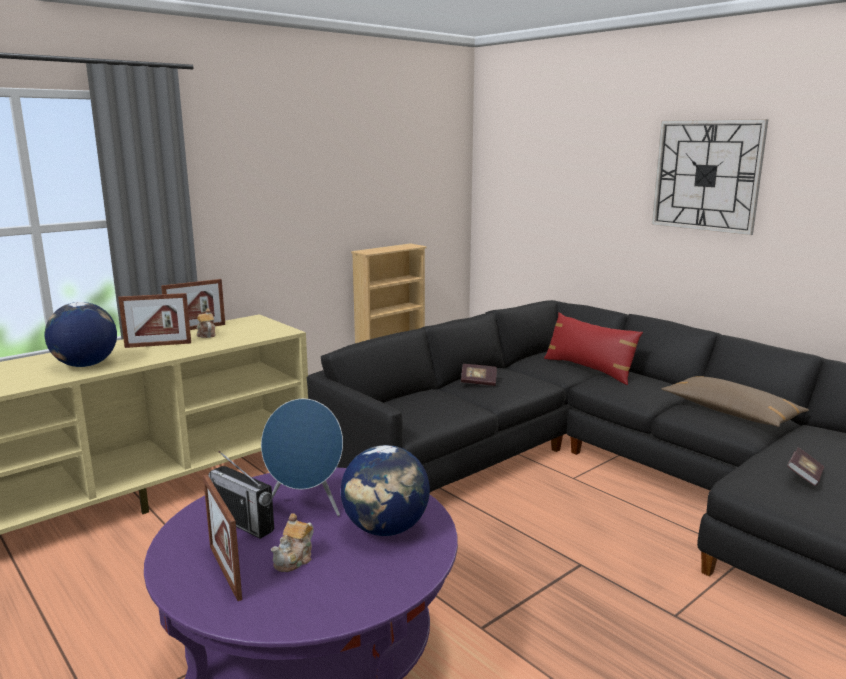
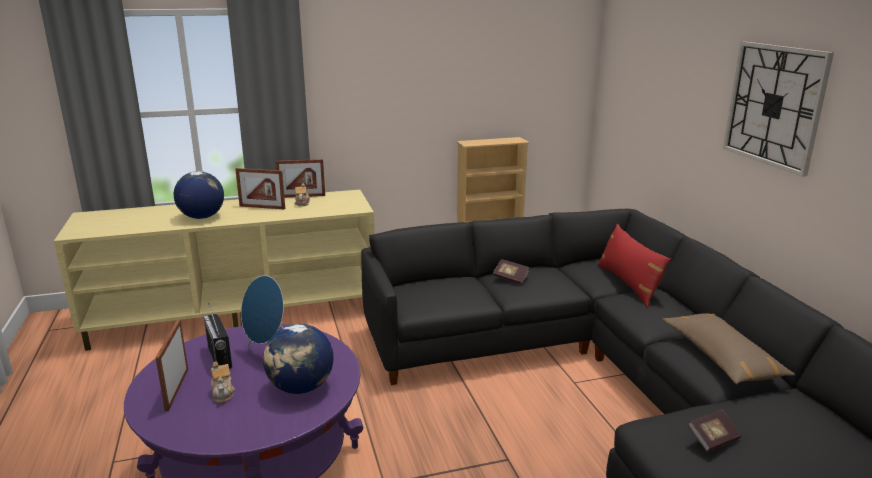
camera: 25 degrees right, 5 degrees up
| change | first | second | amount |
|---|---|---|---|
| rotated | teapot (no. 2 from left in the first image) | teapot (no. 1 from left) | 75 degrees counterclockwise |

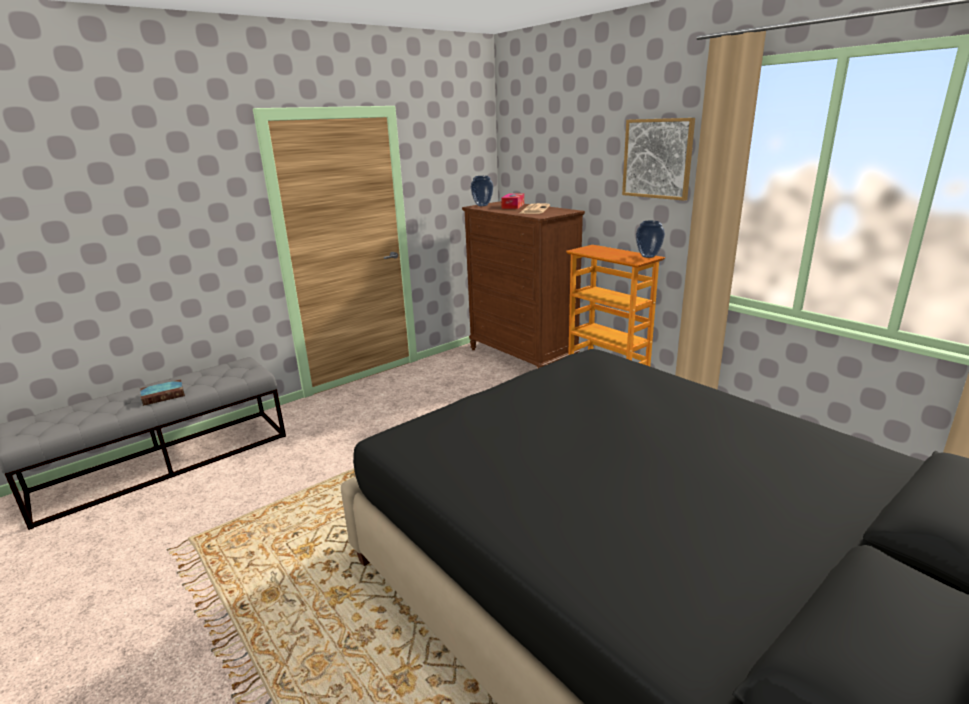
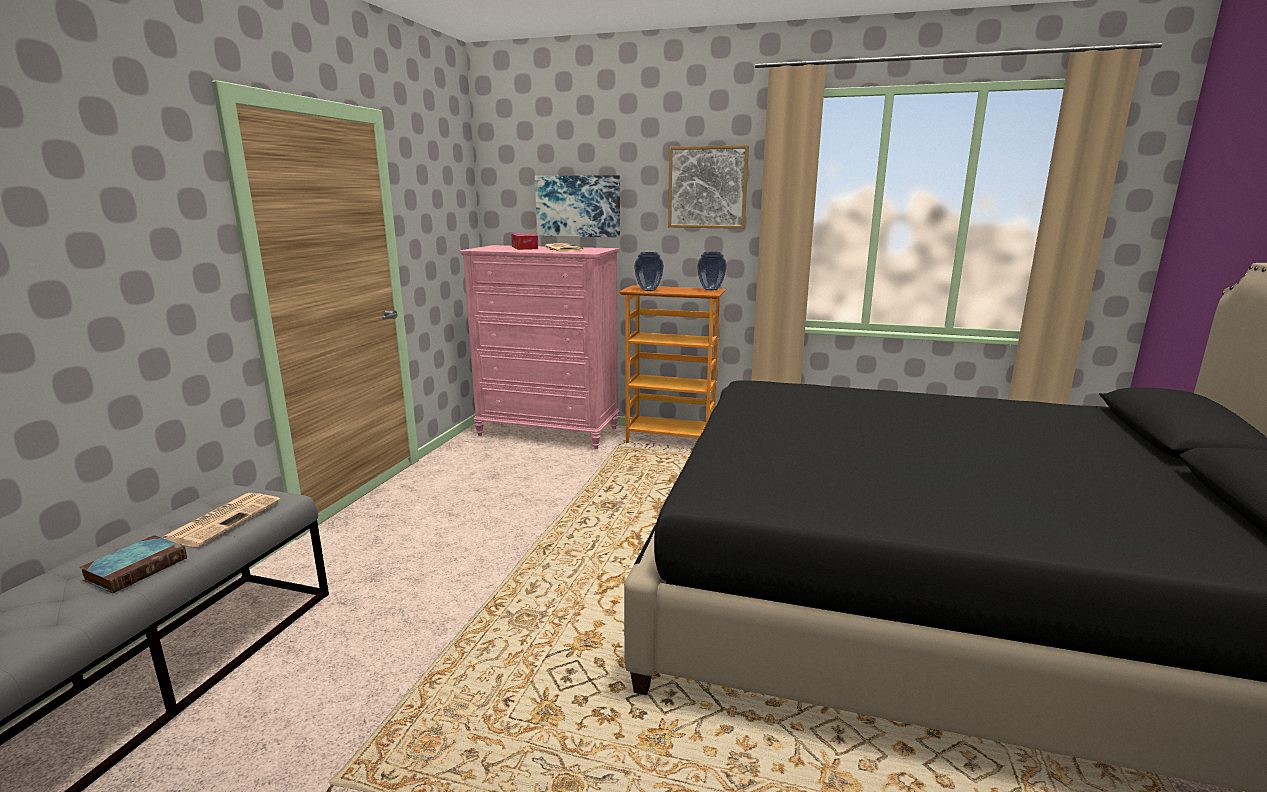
camera: 35 degrees left, 5 degrees down
| change | first | second | amount |
|---|---|---|---|
| new |  | newspaper (no. 1 from left) |  |
| new |  | picture (no. 1 from left) |  |
| shifted | vase (no. 1 from left) |  |  |
| repainted | brown dresser | pink dresser |  |

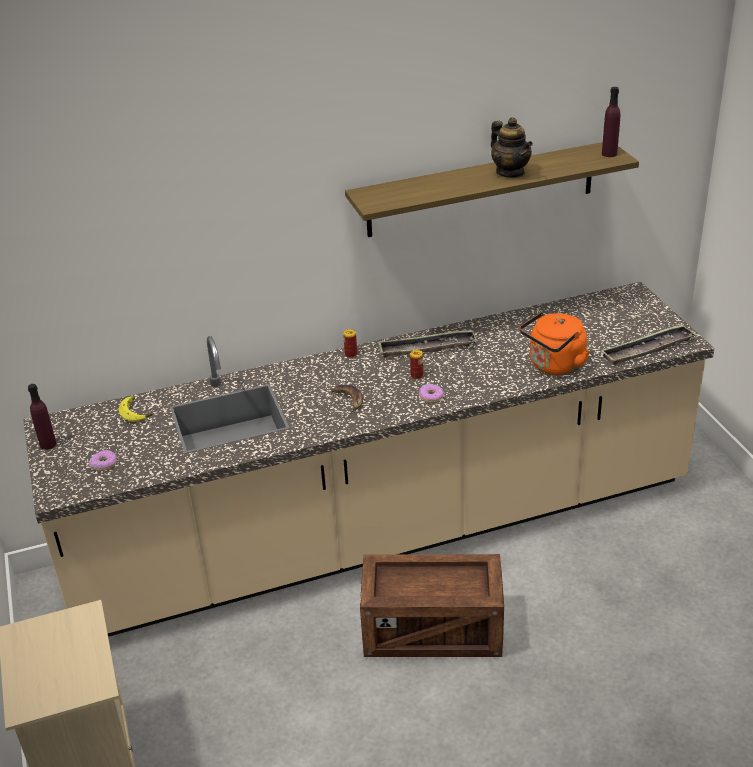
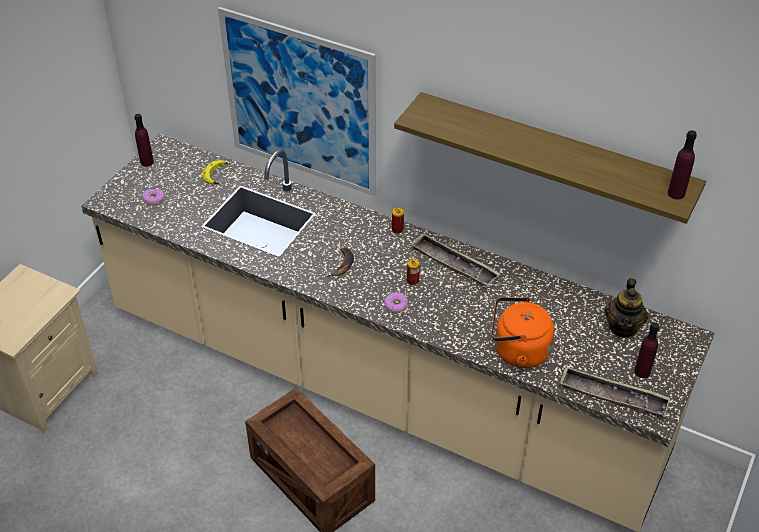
camera: 45 degrees right, 10 degrees up
| change | first | second | amount |
|---|---|---|---|
| new |  | picture |  |
| new |  | purple bottle (no. 2 from left) |  |
| shifted | teapot |  |  |

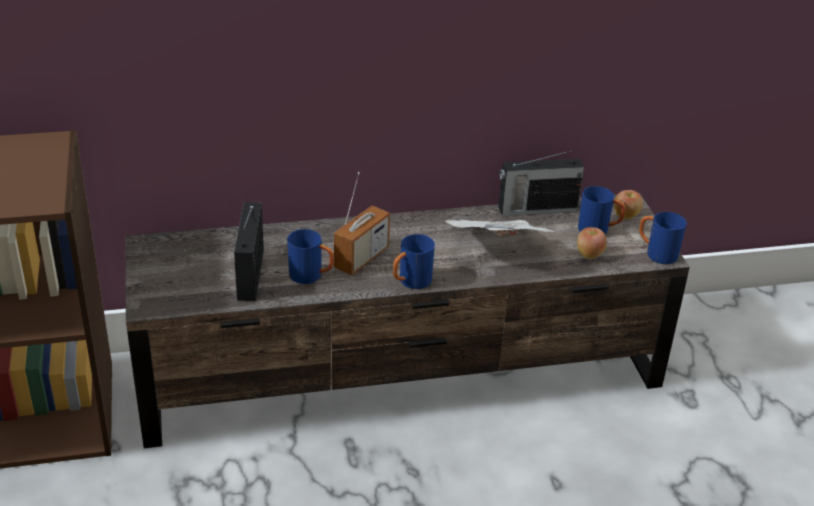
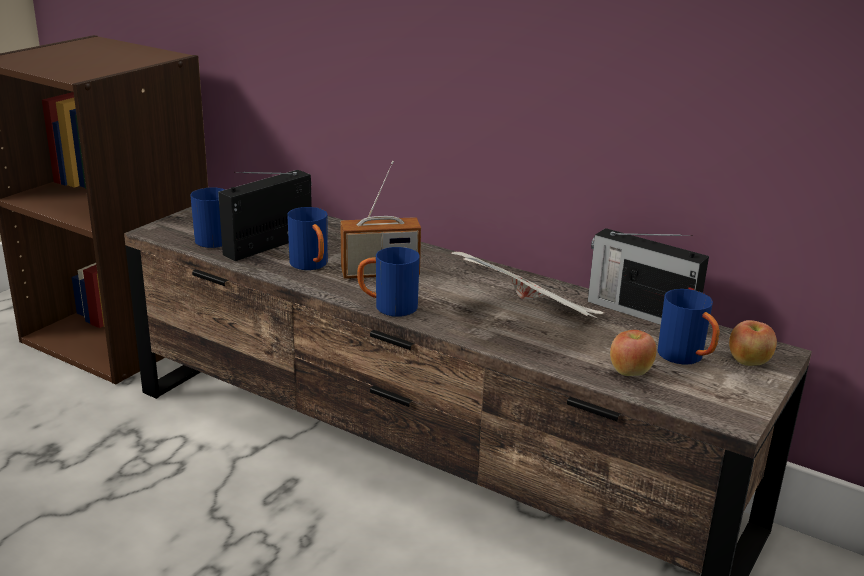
camera: 45 degrees right, 10 degrees down
| change | first | second | amount |
|---|---|---|---|
| shifted | blue mug (no. 4 from left in the first image) | blue mug (no. 1 from left) |  |

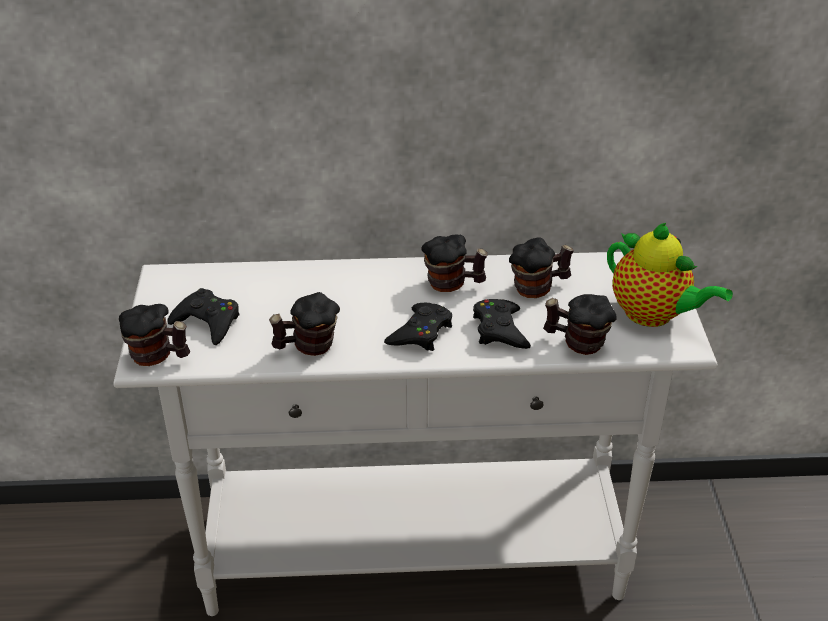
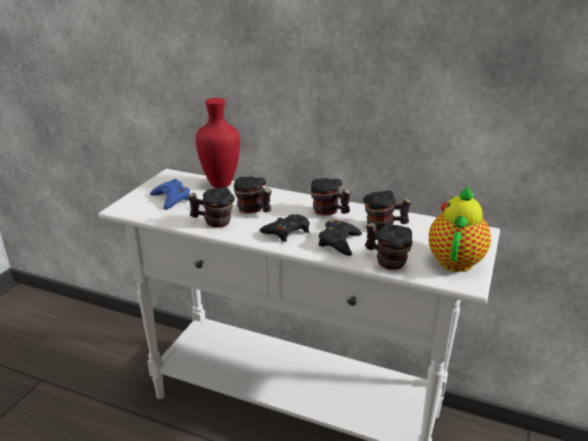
camera: 25 degrees right, 10 degrees down
| change | first | second | amount |
|---|---|---|---|
| new |  | red vase |  |
| shifted | mug (no. 1 from left in the first image) | mug (no. 2 from left) |  |
| repainted | black game controller (no. 1 from left) | blue game controller |  |
| rotated | teapot |  | 135 degrees counterclockwise |

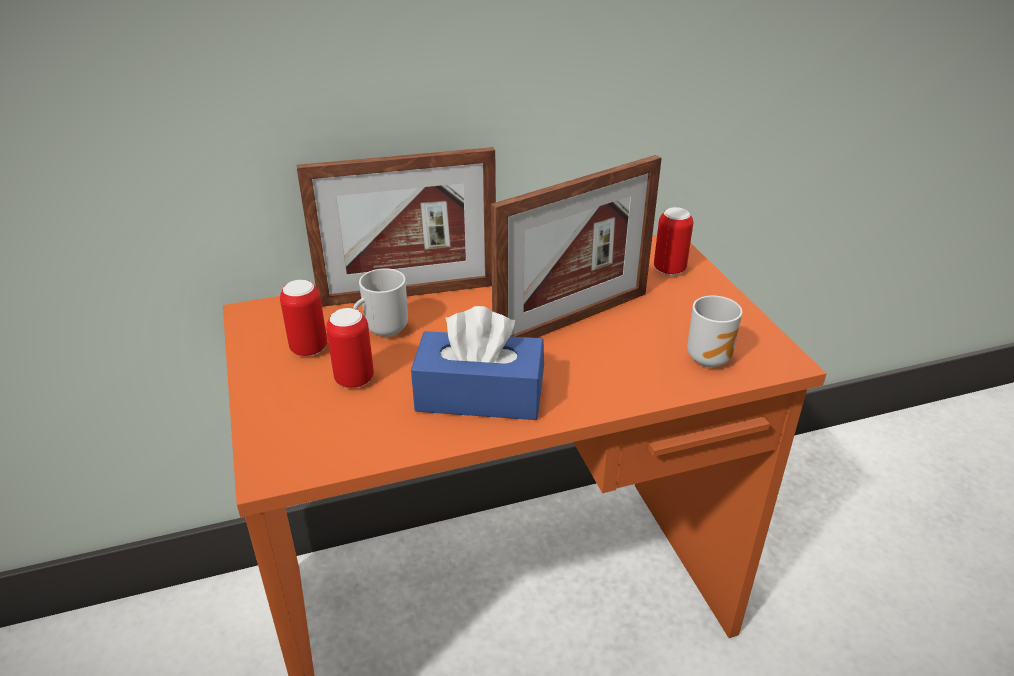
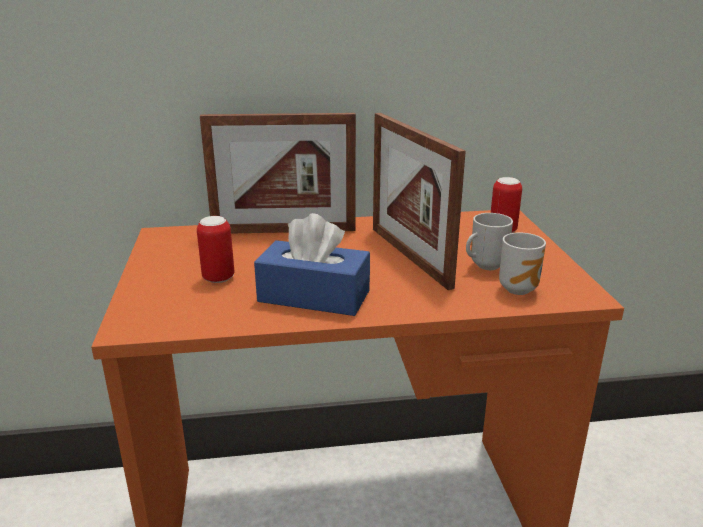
camera: 10 degrees right, 10 degrees down
| change | first | second | amount |
|---|---|---|---|
| gone | can (no. 1 from left) |  |  |
| shifted | mug (no. 1 from left) |  |  |
| rotated | picture frame (no. 2 from left) |  | 90 degrees clockwise |

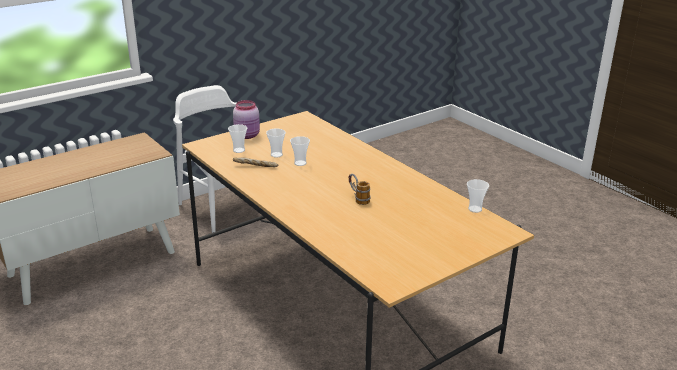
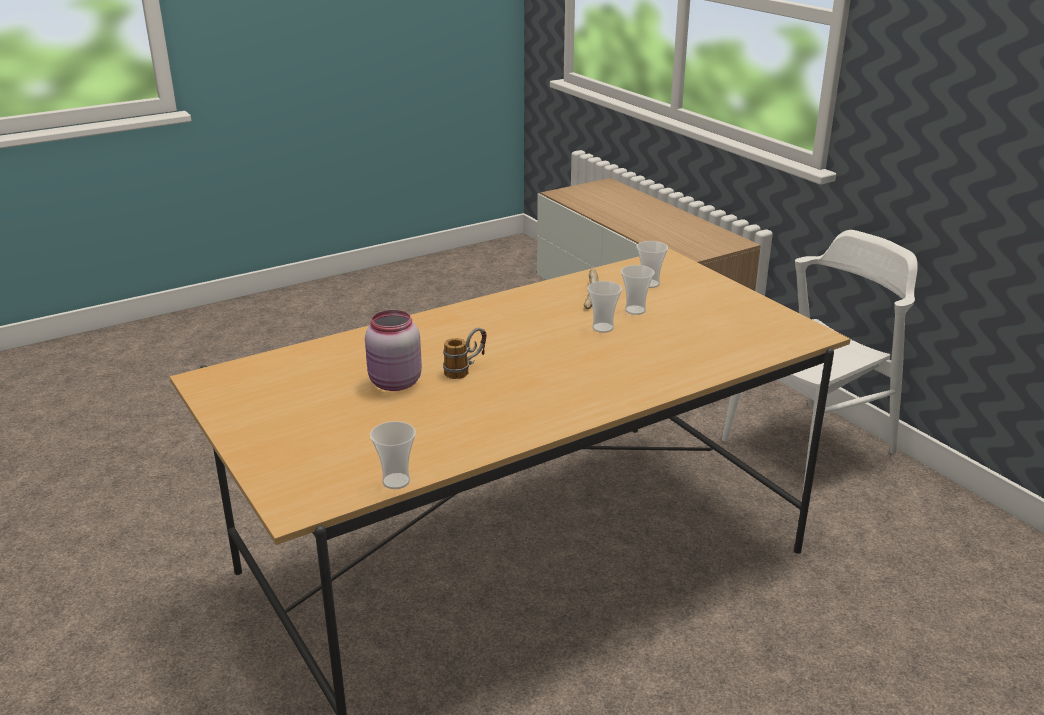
camera: 95 degrees right, 0 degrees up
| change | first | second | amount |
|---|---|---|---|
| shifted | pink jar |  |  |

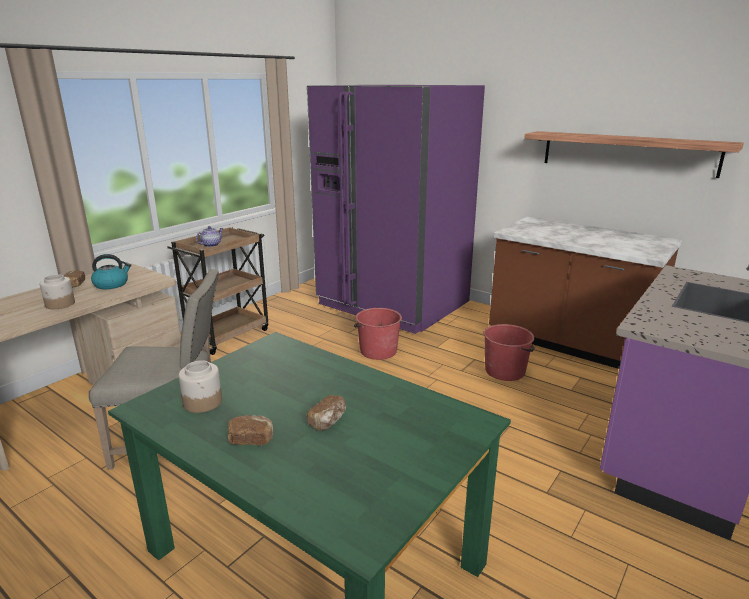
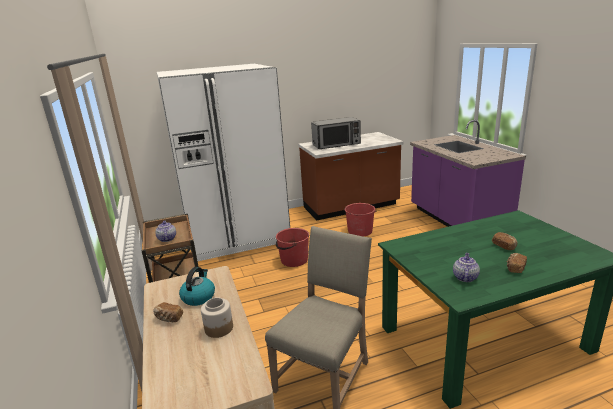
camera: 55 degrees left, 0 degrees up
| change | first | second | amount |
|---|---|---|---|
| gone | shelf |  |  |
| new |  | microwave |  |
| swapped | jar (no. 2 from left) | teapot (no. 2 from left) |  |
| repainted | purple fridge | white fridge |  |

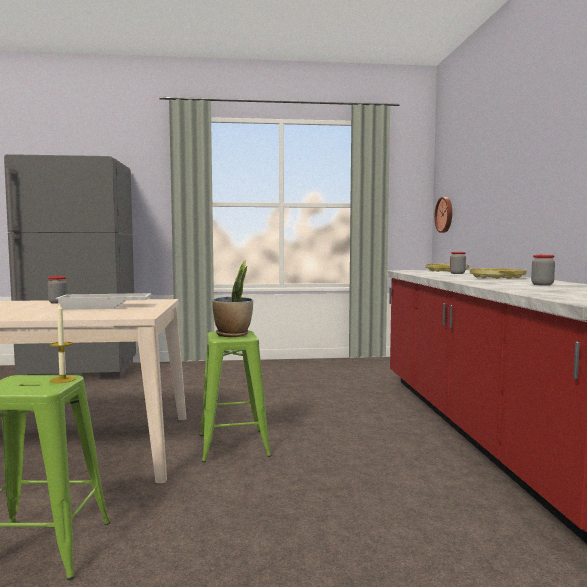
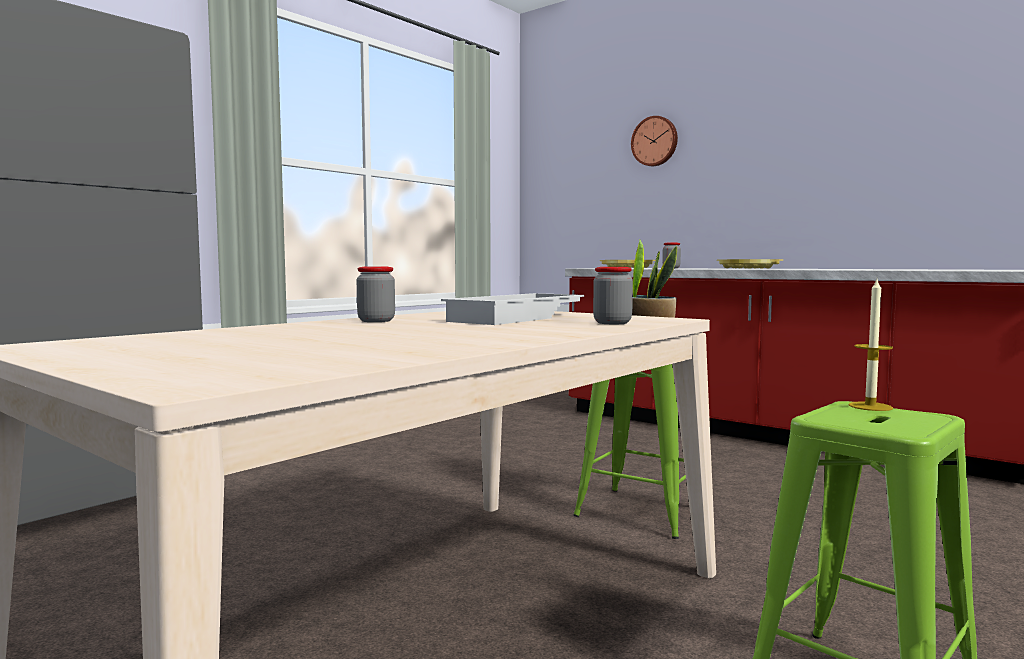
camera: 45 degrees left, 0 degrees up
| change | first | second | amount |
|---|---|---|---|
| shifted | wall clock |  |  |
| shifted | jar (no. 3 from left in the first image) | jar (no. 2 from left) |  |

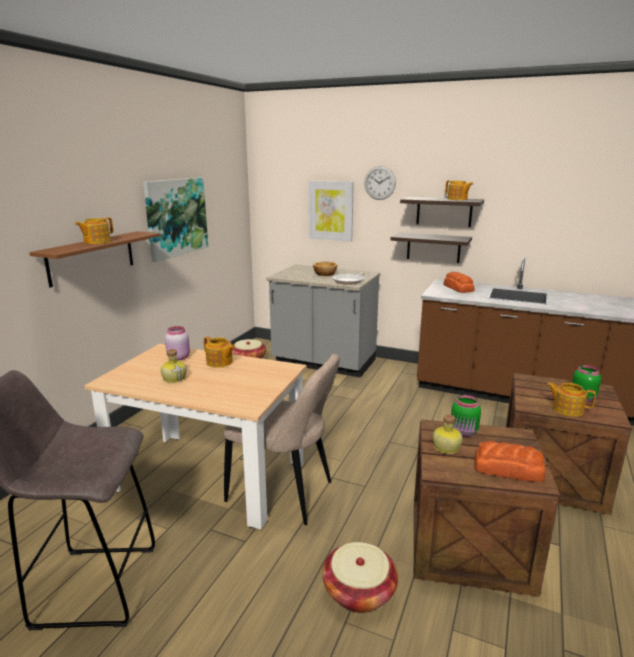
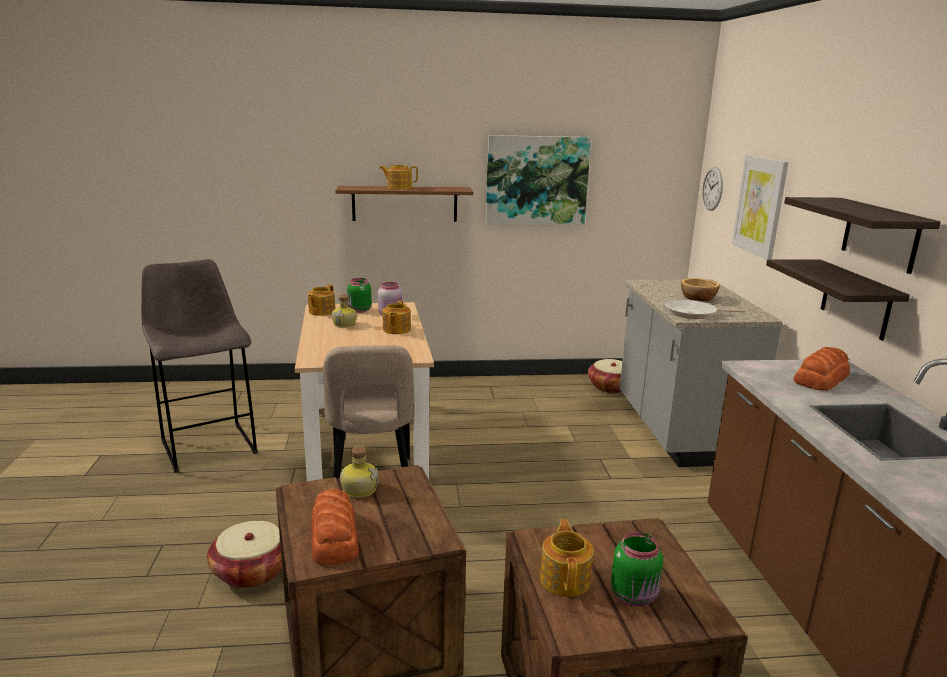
camera: 60 degrees right, 0 degrees up
| change | first | second | amount |
|---|---|---|---|
| shifted | wall clock |  |  |
| shifted | teapot (no. 3 from left in the first image) | teapot (no. 1 from left) |  |
| shifted | green jar (no. 1 from left) |  |  |

